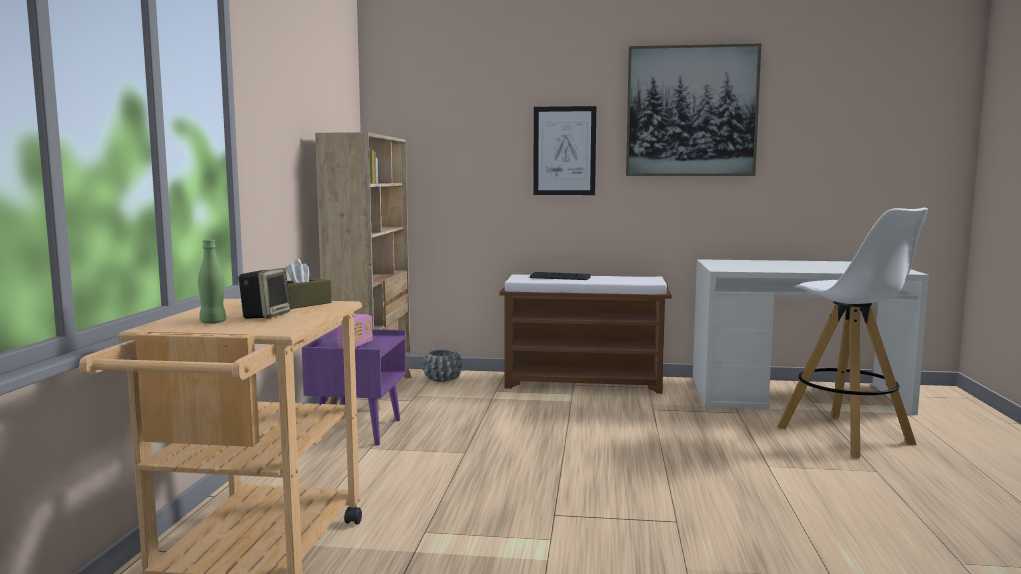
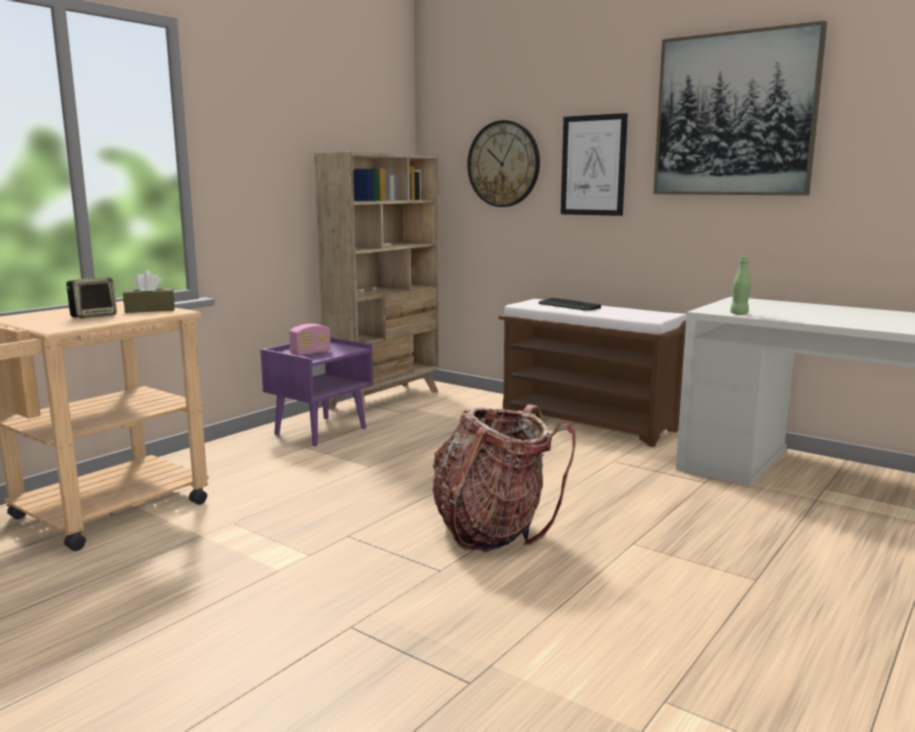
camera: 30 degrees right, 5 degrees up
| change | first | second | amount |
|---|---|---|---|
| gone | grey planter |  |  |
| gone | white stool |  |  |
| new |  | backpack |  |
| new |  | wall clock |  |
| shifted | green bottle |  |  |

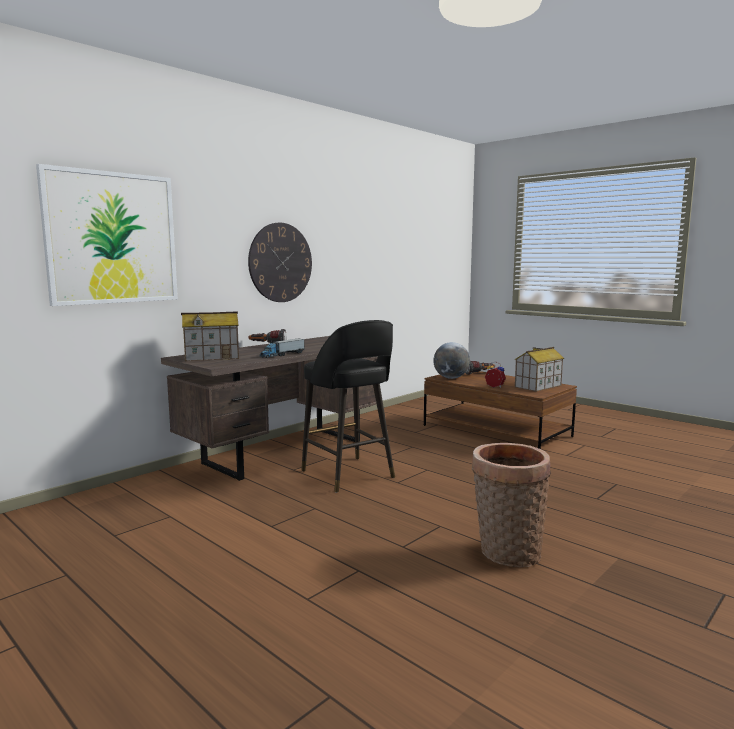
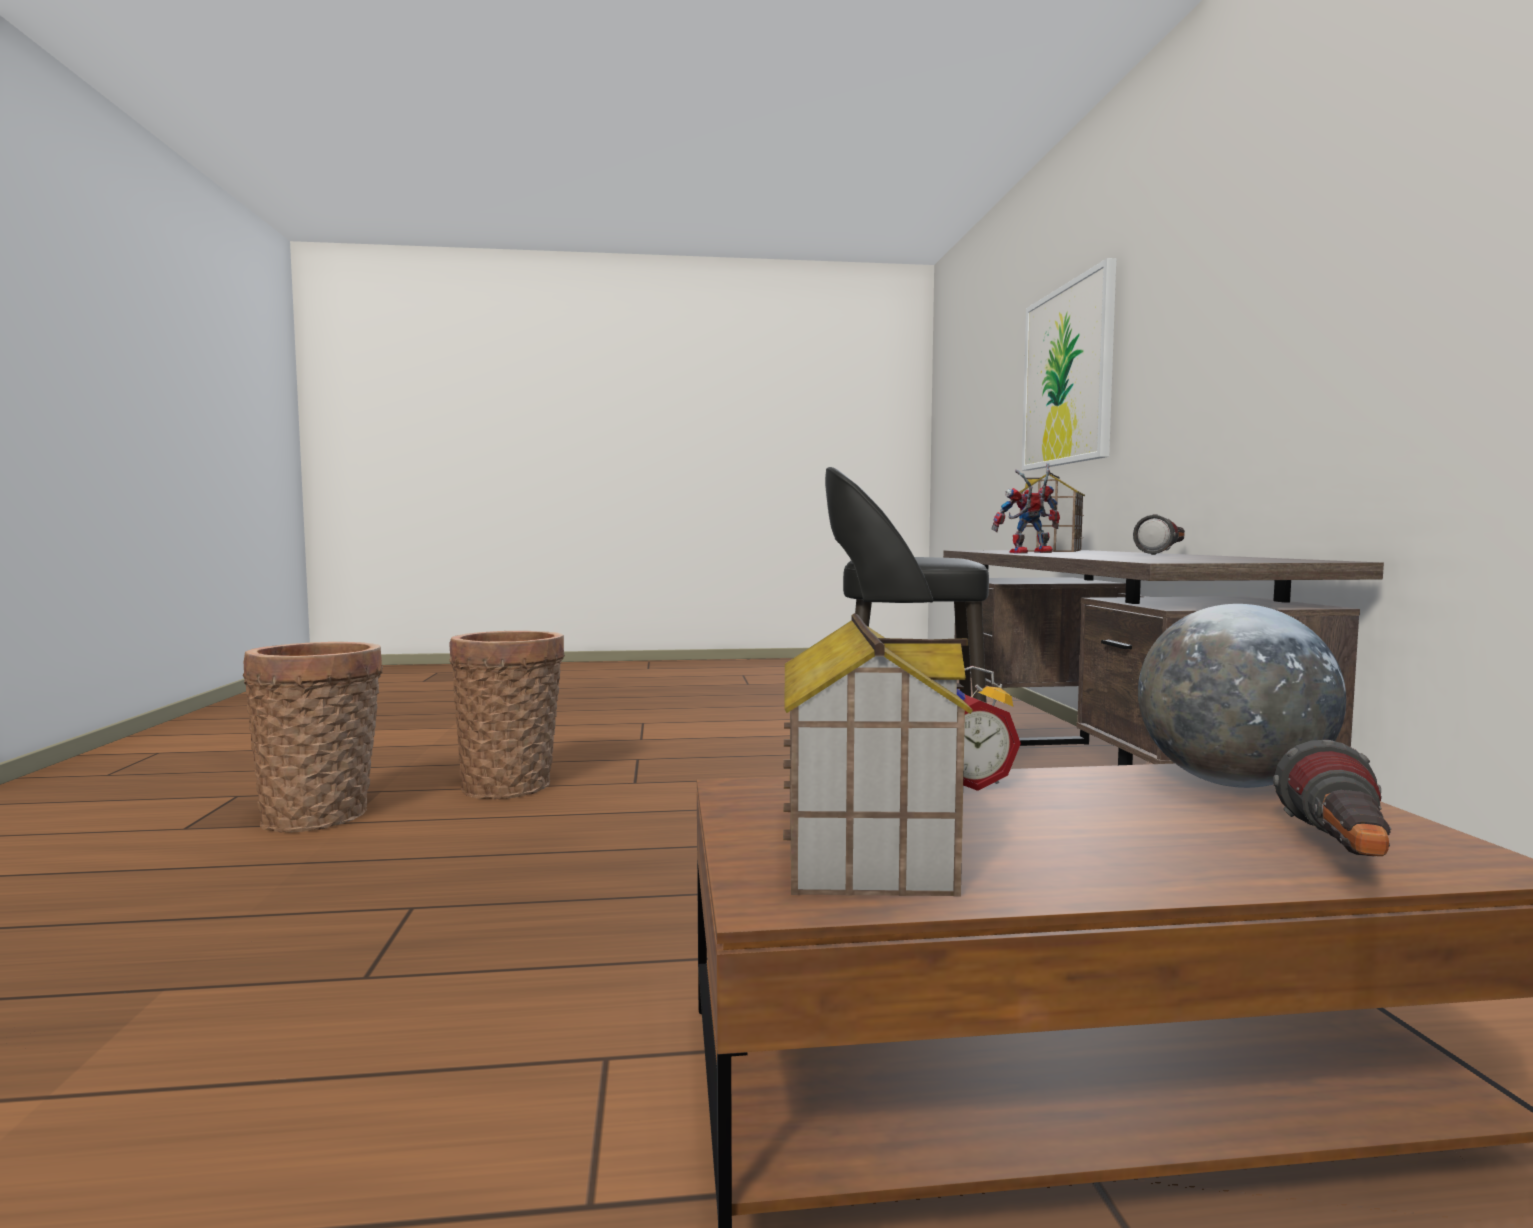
camera: 130 degrees right, 5 degrees down
| change | first | second | amount |
|---|---|---|---|
| gone | wall clock |  |  |
| new |  | basket (no. 1 from left) |  |
| swapped | toy truck | toy robot |  |

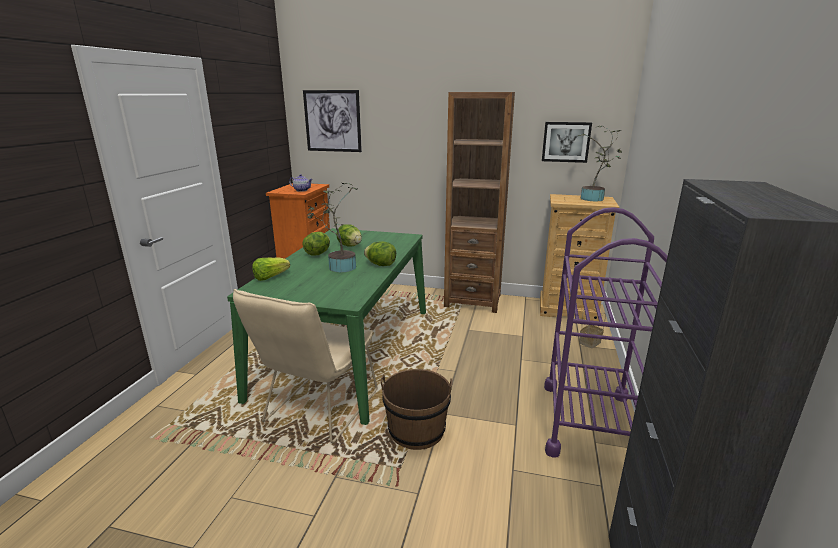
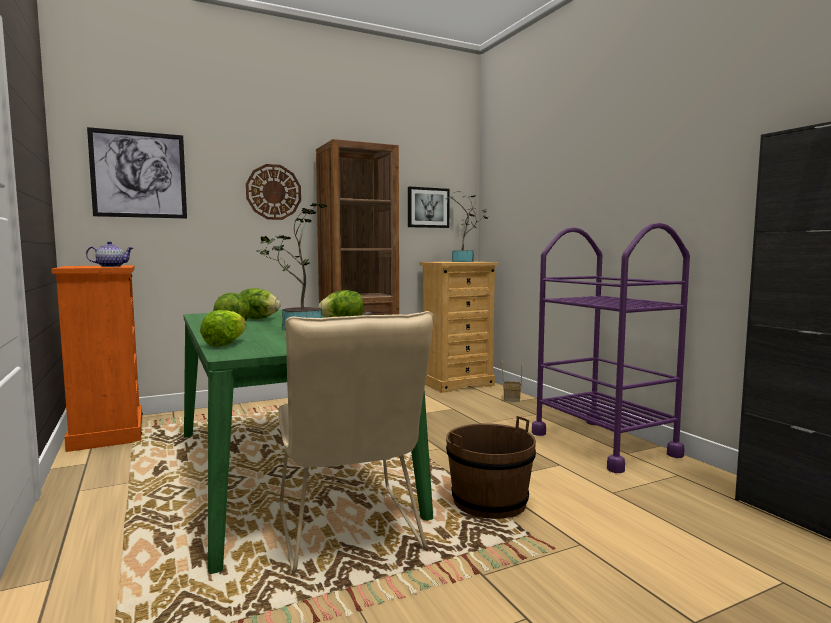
camera: 40 degrees left, 15 degrees down
| change | first | second | amount |
|---|---|---|---|
| new |  | wall clock |  |

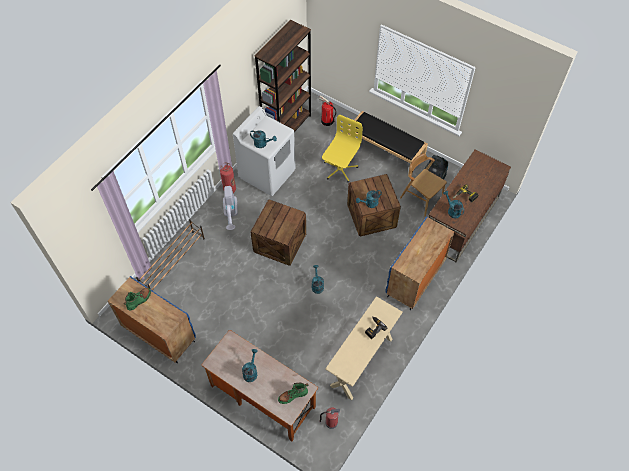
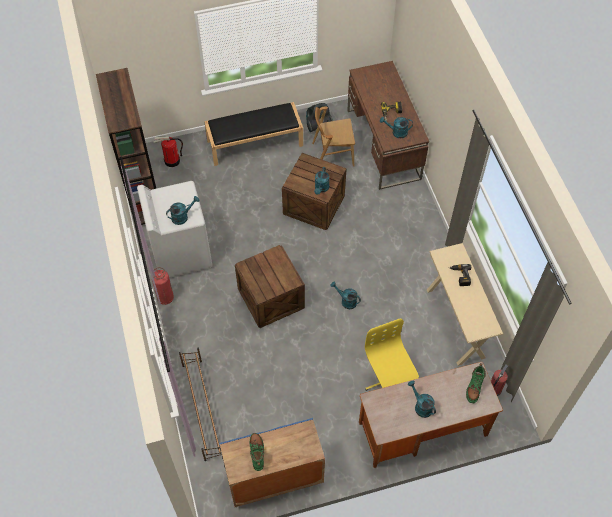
camera: 50 degrees left, 0 degrees up
| change | first | second | amount |
|---|---|---|---|
| gone | vacuum cleaner (no. 1 from left) |  |  |
| gone | blue cabinet (no. 2 from left) |  |  |
| shifted | yellow office chair |  |  |

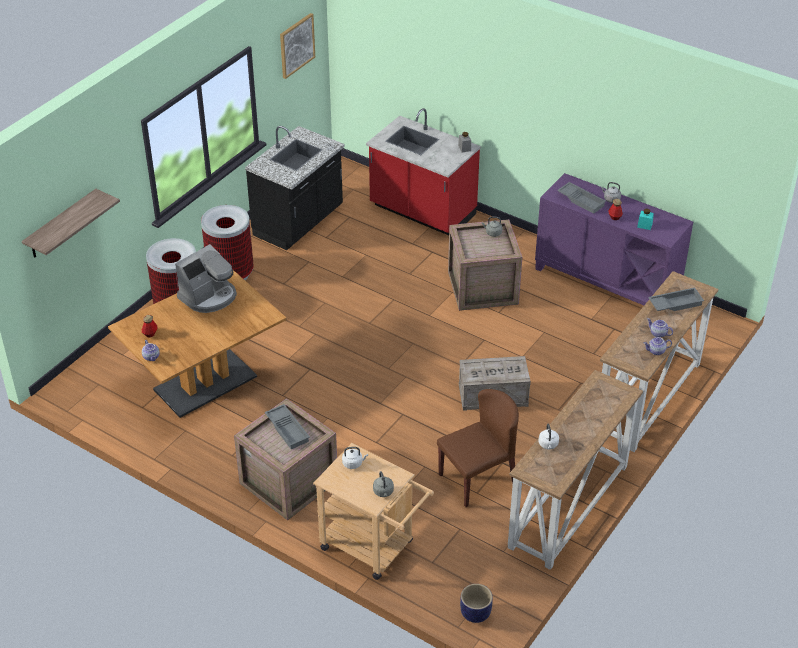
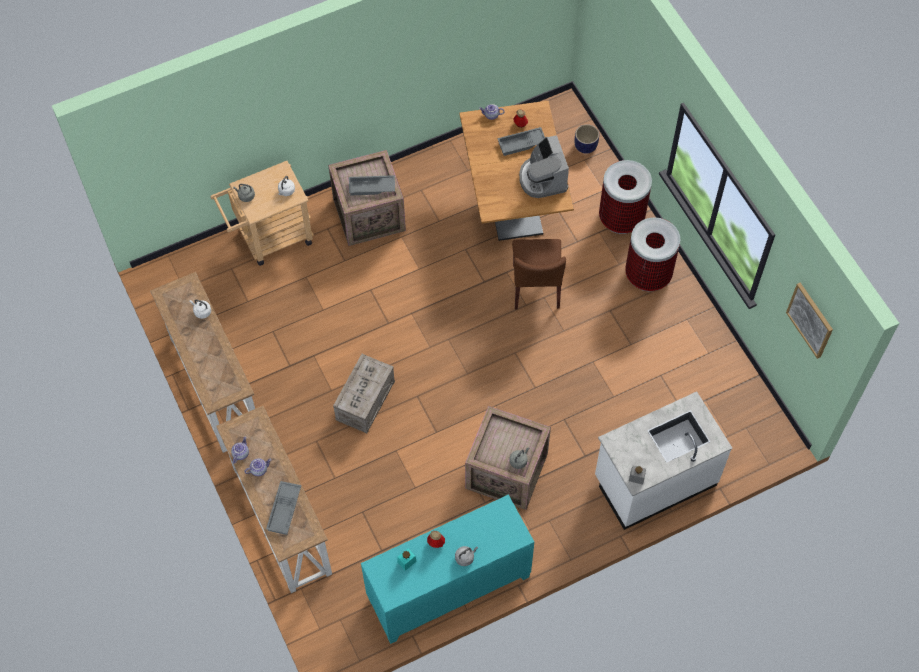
camera: 120 degrees right, 20 degrees up
| change | first | second | amount |
|---|---|---|---|
| gone | shelf |  |  |
| gone | black counter |  |  |
| shifted | brown chair |  |  |
| shifted | planter |  |  |
| shifted | grey tray (no. 2 from left in the first image) | grey tray (no. 3 from left) |  |
| repainted | red counter | white counter |  |
| repainted | purple cabinet | turquoise cabinet |  |

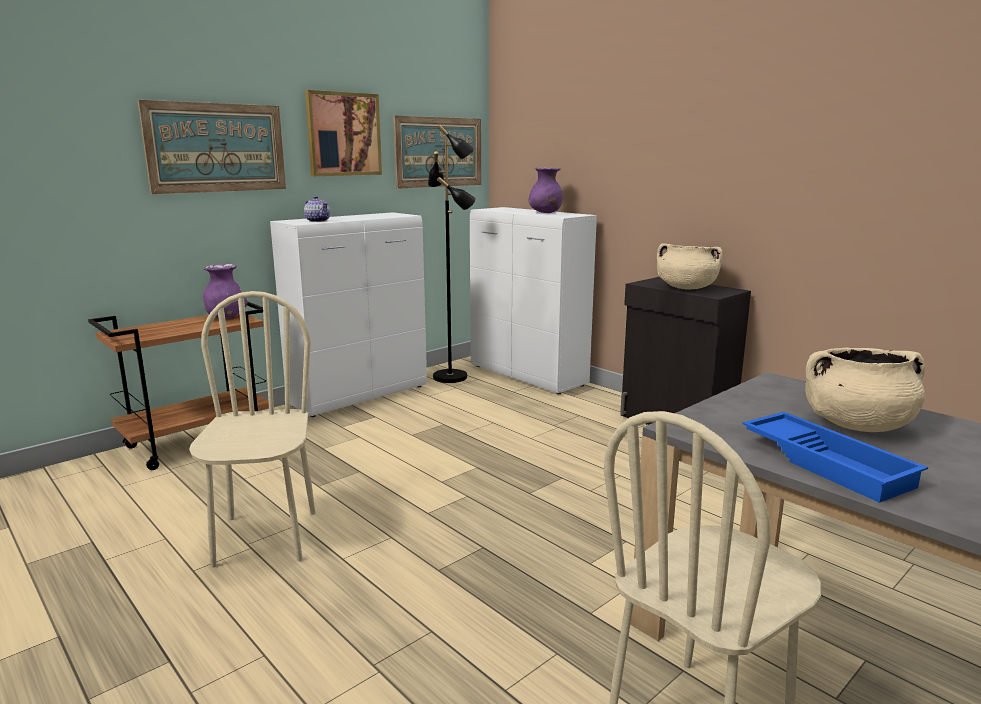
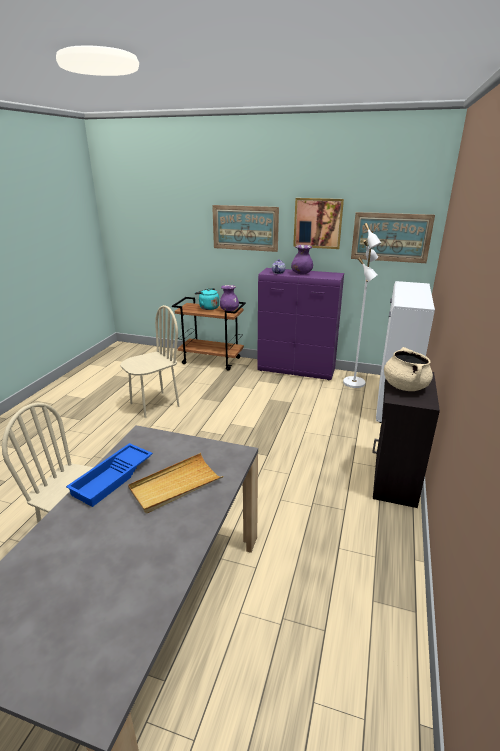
camera: 60 degrees right, 10 degrees up
| change | first | second | amount |
|---|---|---|---|
| new |  | turquoise kettle |  |
| shifted | purple vase (no. 2 from left) |  |  |
| swapped | beige cooking pot (no. 2 from left) | beige tray |  |
| repainted | white cabinet (no. 1 from left) | purple cabinet |  |
| repainted | black floor lamp | white floor lamp |  |

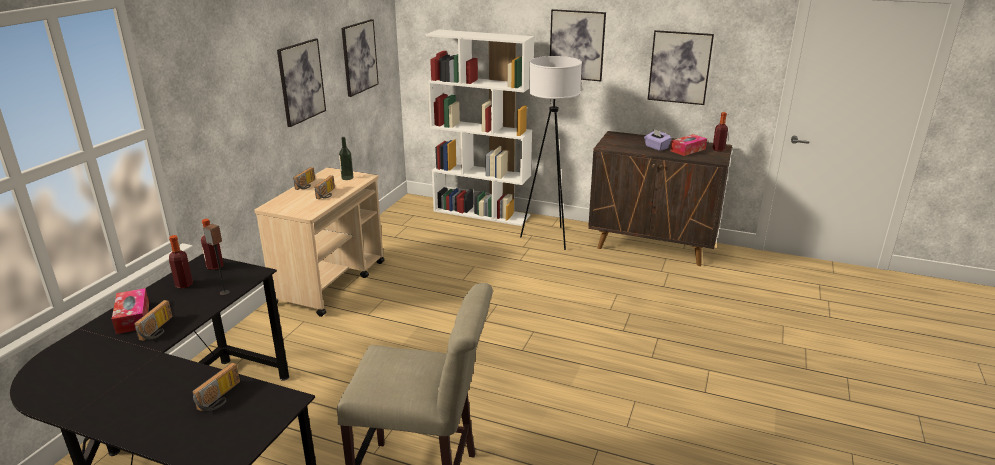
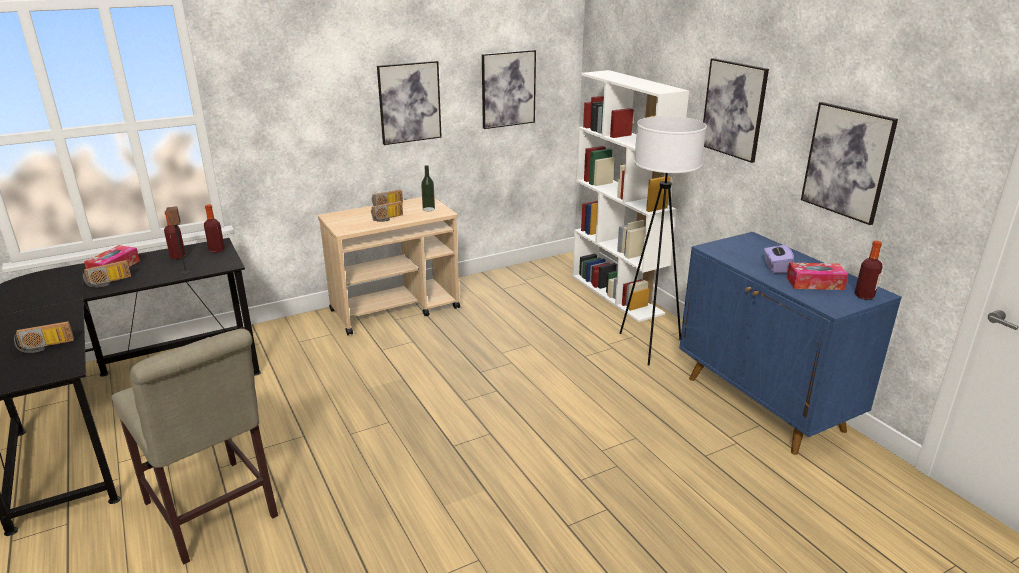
camera: 40 degrees right, 0 degrees up
| change | first | second | amount |
|---|---|---|---|
| repainted | brown cabinet | blue cabinet |  |

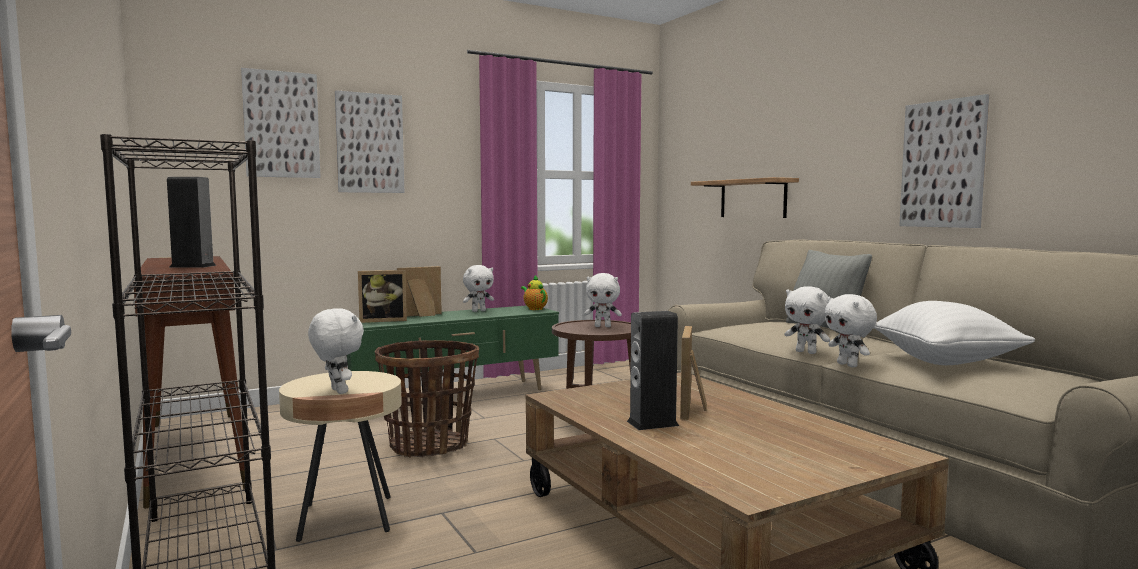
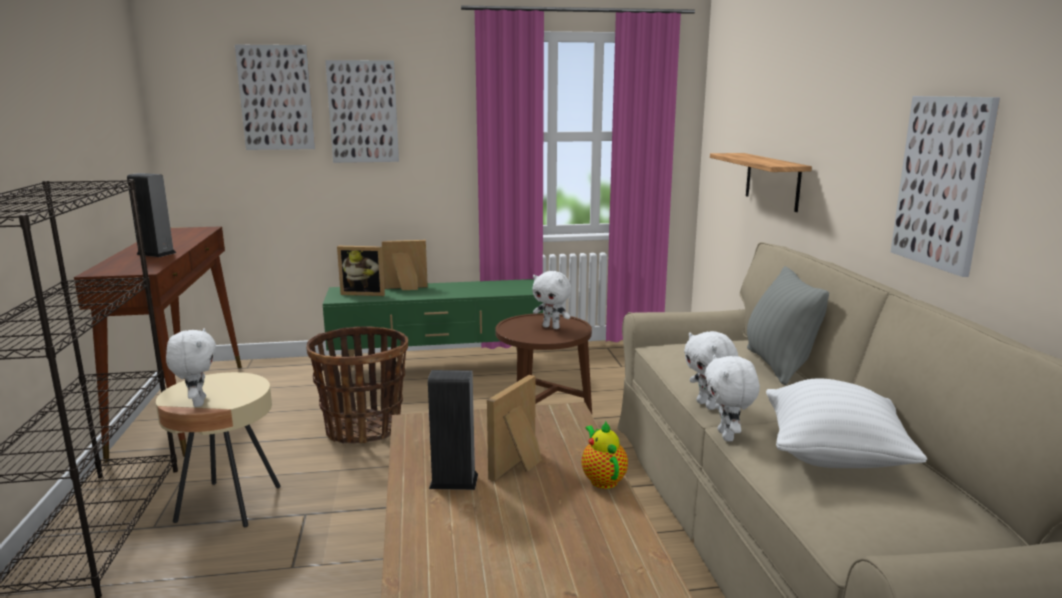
camera: 20 degrees right, 10 degrees up
| change | first | second | amount |
|---|---|---|---|
| gone | white plush toy (no. 2 from left) |  |  |
| shifted | teapot |  |  |

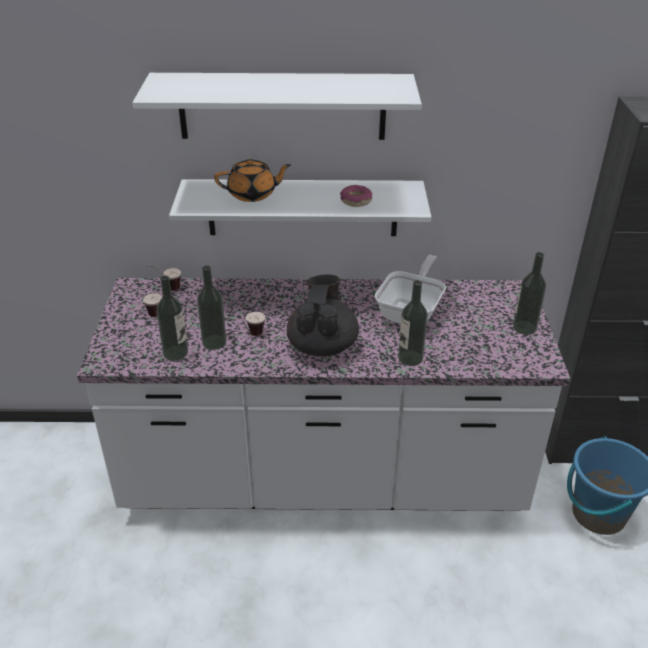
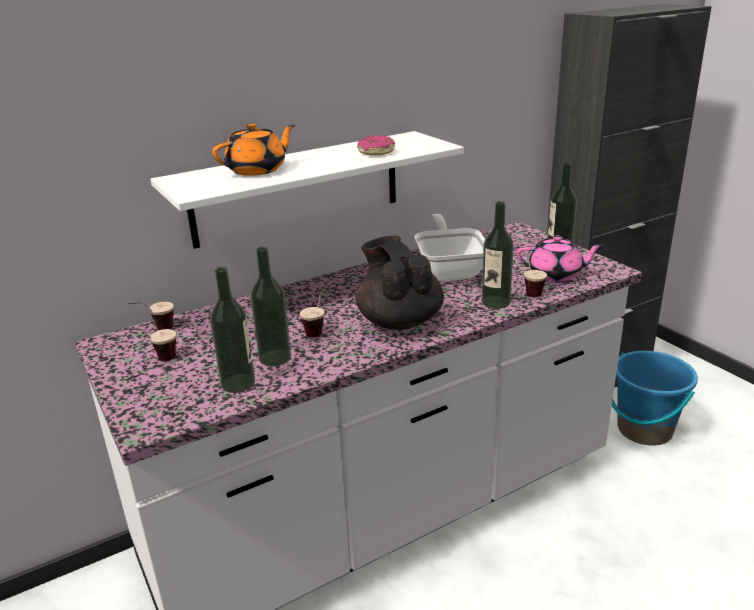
camera: 30 degrees left, 10 degrees down
| change | first | second | amount |
|---|---|---|---|
| gone | white shelf (no. 1 from left) |  |  |
| new |  | pink teapot |  |
| new |  | cup (no. 4 from left) |  |

